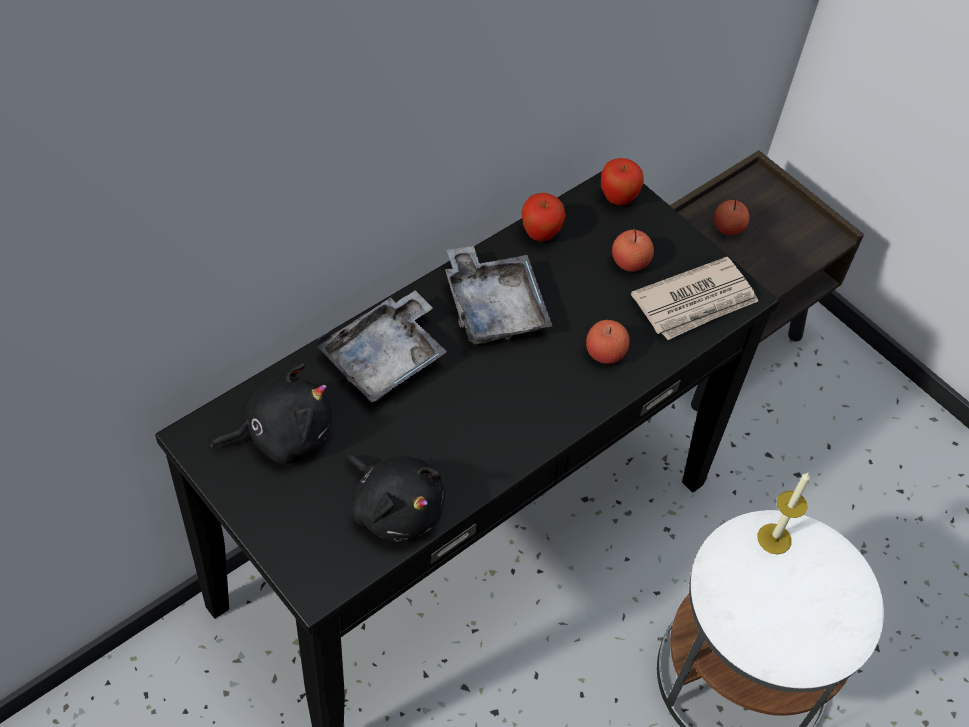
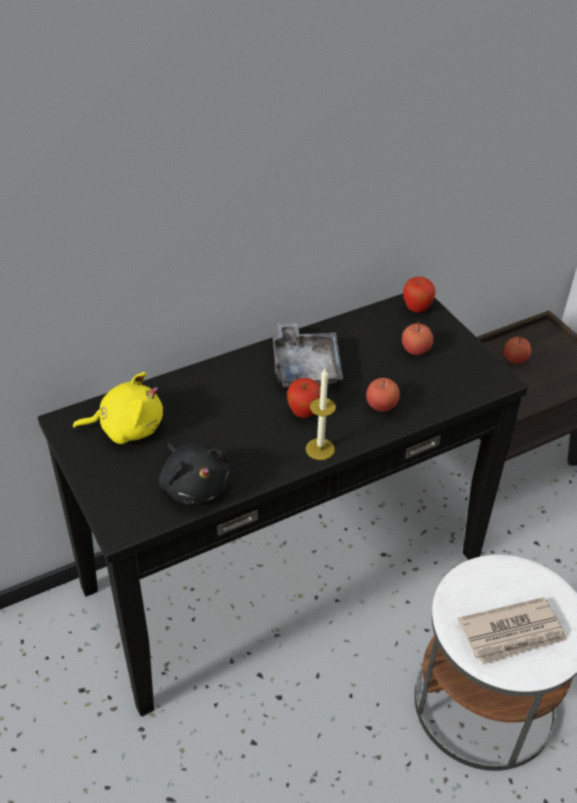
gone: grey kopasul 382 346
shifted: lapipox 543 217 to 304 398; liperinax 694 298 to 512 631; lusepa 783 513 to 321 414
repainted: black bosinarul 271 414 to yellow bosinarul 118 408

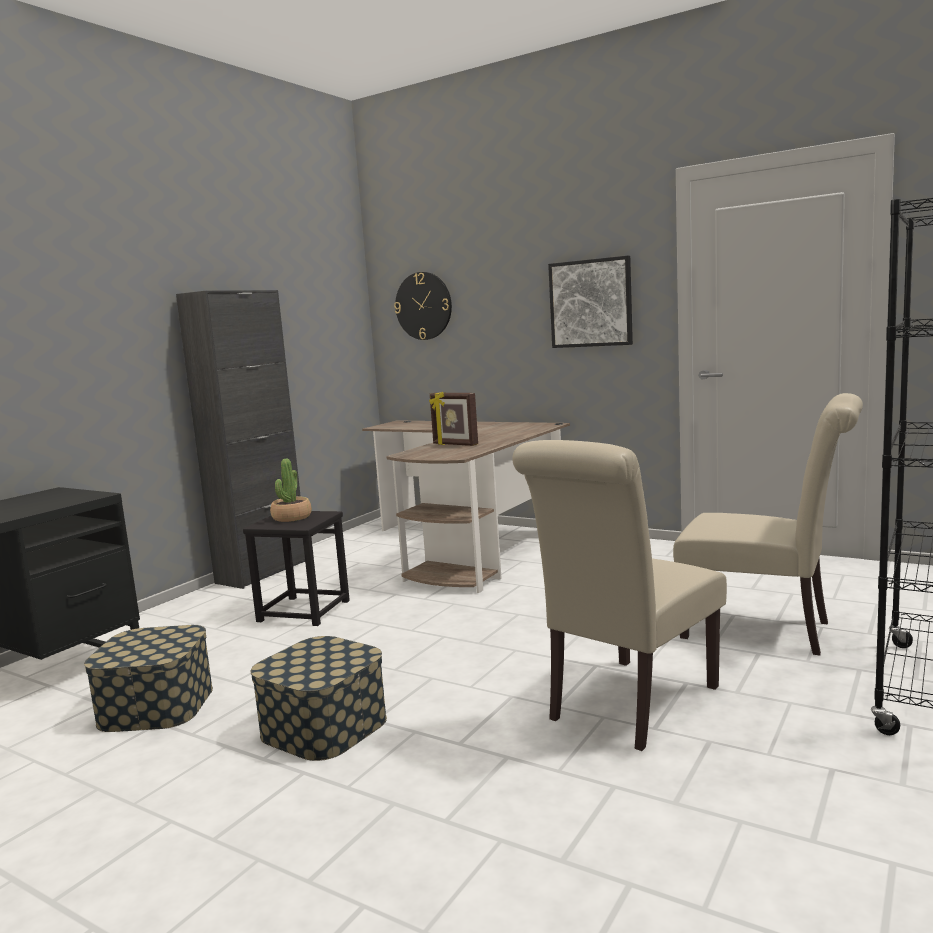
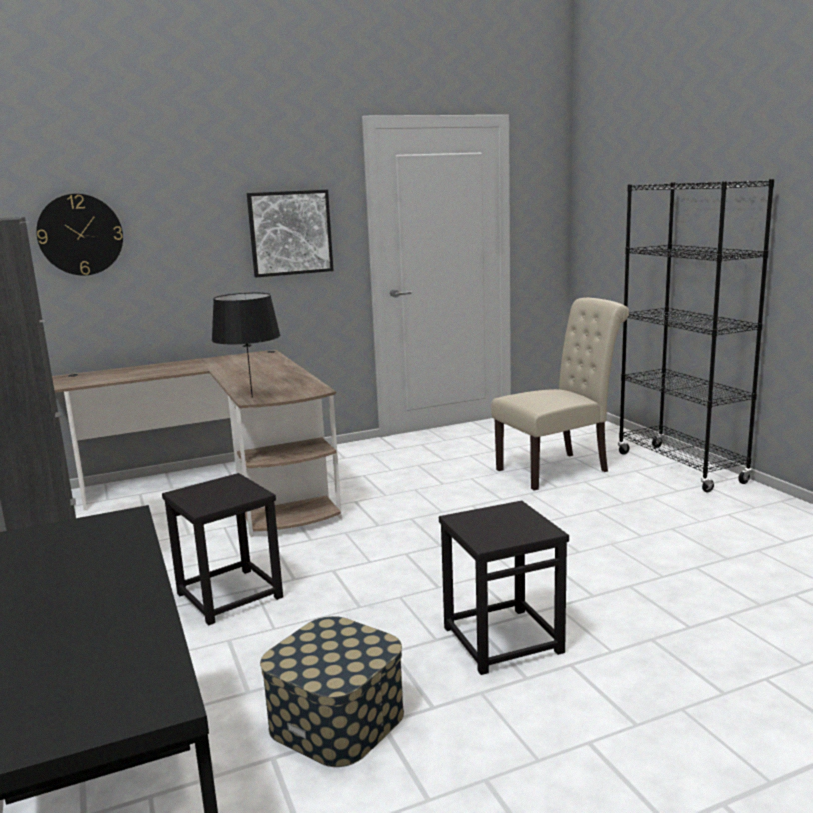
gone: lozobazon 291 490; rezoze 453 419; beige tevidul 619 595
new: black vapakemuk 246 345
swapped: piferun 318 698 to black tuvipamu 504 588

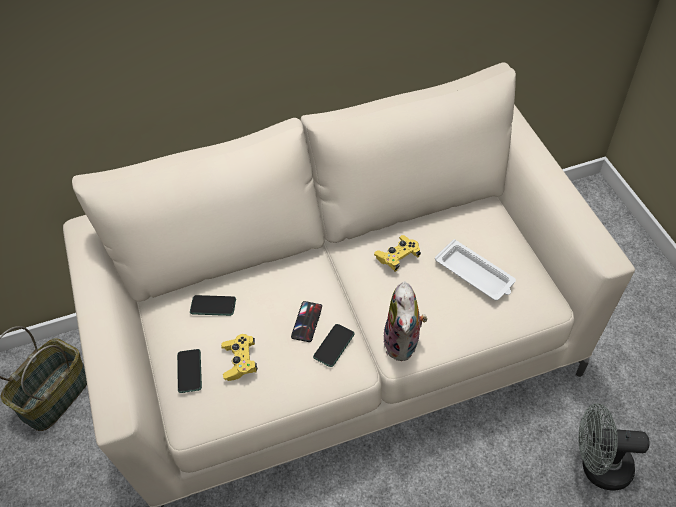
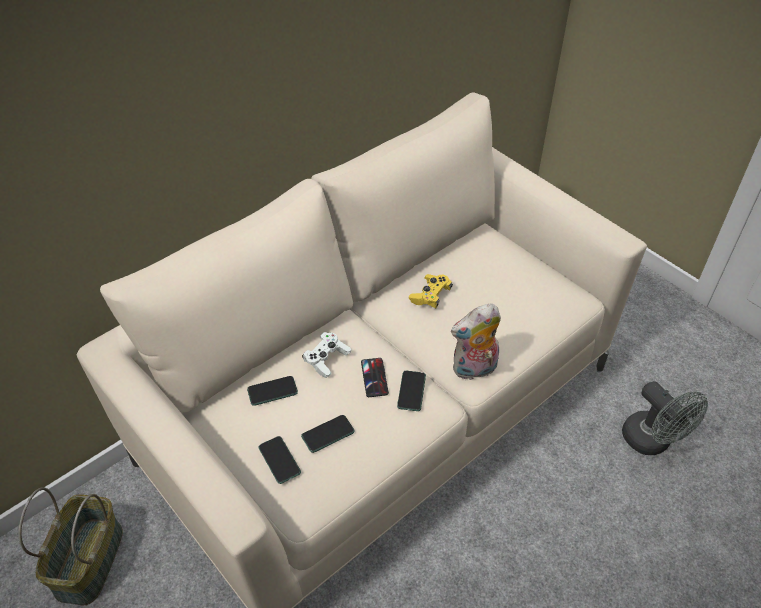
gone: white kopasul 475 270
new: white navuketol 326 355
swapped: yellow navuketol 239 357 to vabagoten 328 434
rotated: bosinarul 405 321 = 476 341 90 degrees clockwise; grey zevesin 614 447 = 665 418 105 degrees counterclockwise

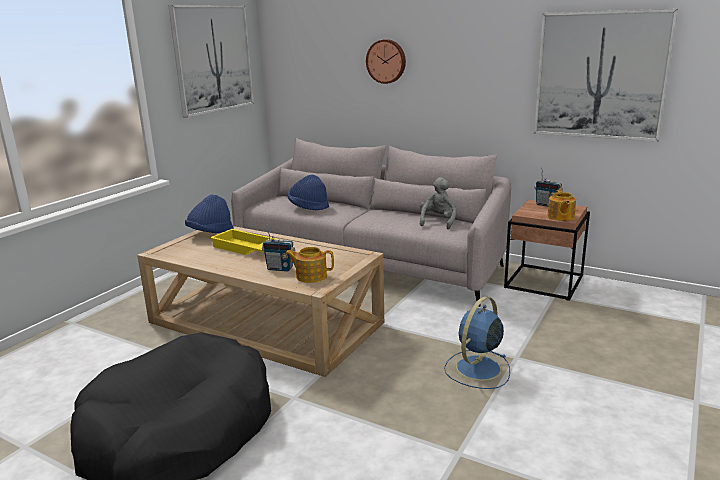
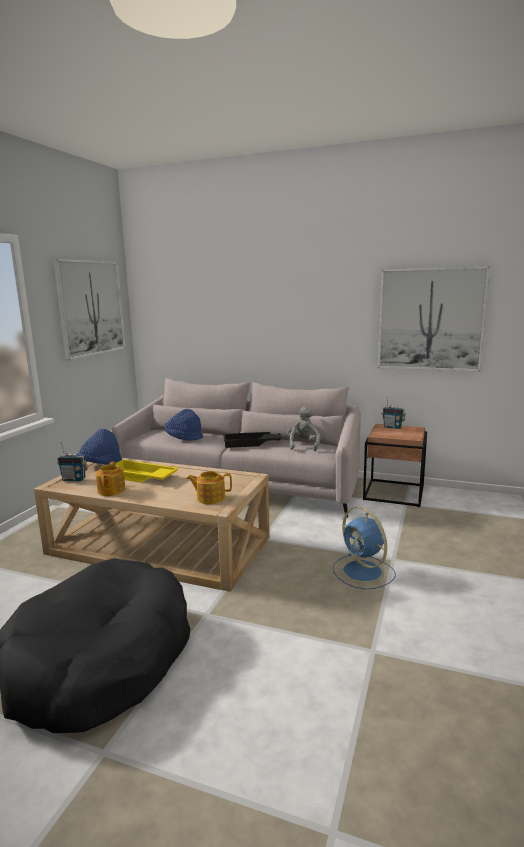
gone: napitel 386 61
new: black kopasul 252 440
shifted: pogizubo 278 248 to 72 461; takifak 562 205 to 110 479
rotated: blue zevesin 477 342 = 364 548 60 degrees counterclockwise

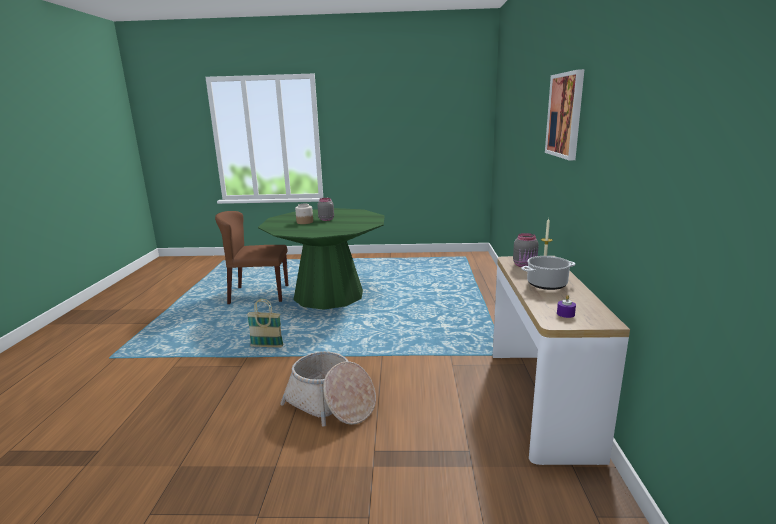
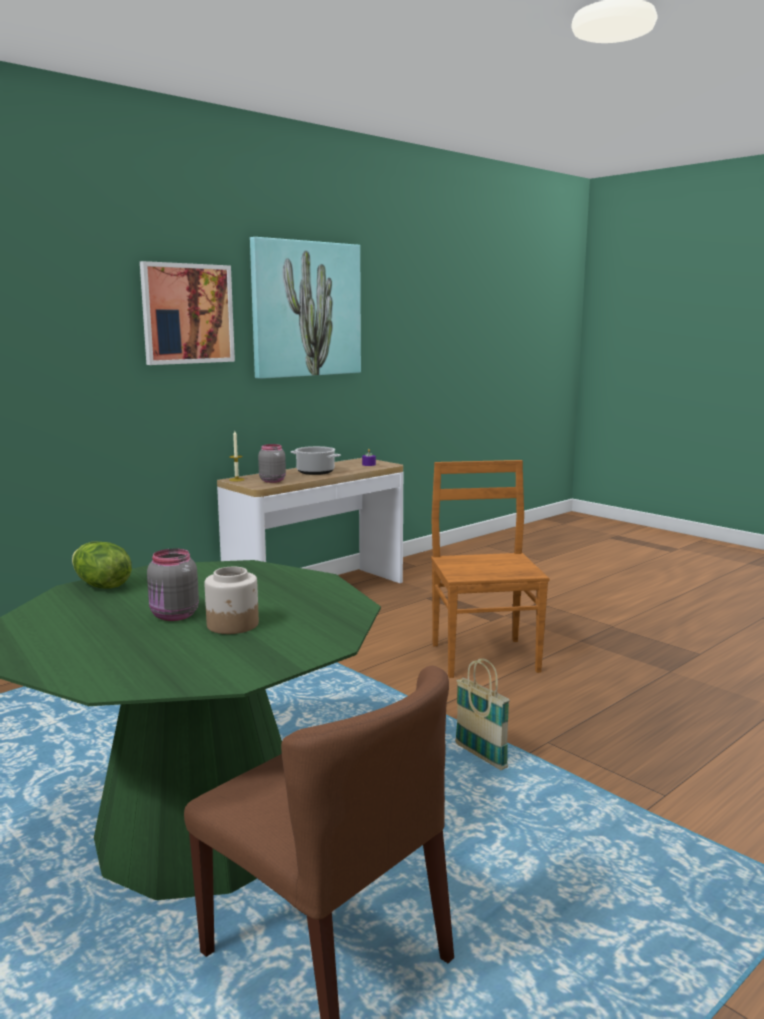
new: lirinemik 102 564; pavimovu 305 308
swapped: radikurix 328 388 to brown tevidul 490 569

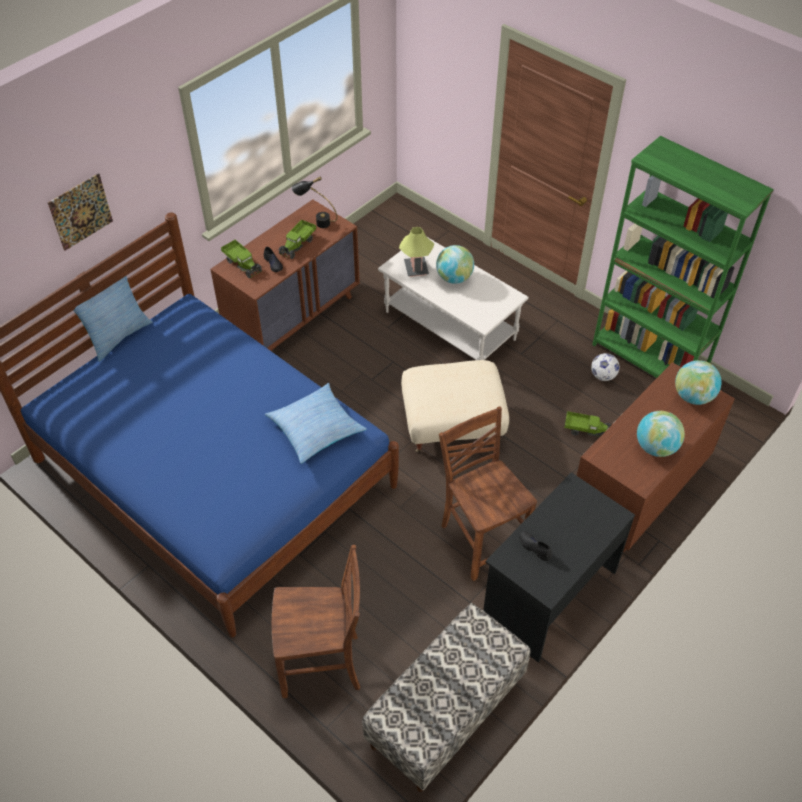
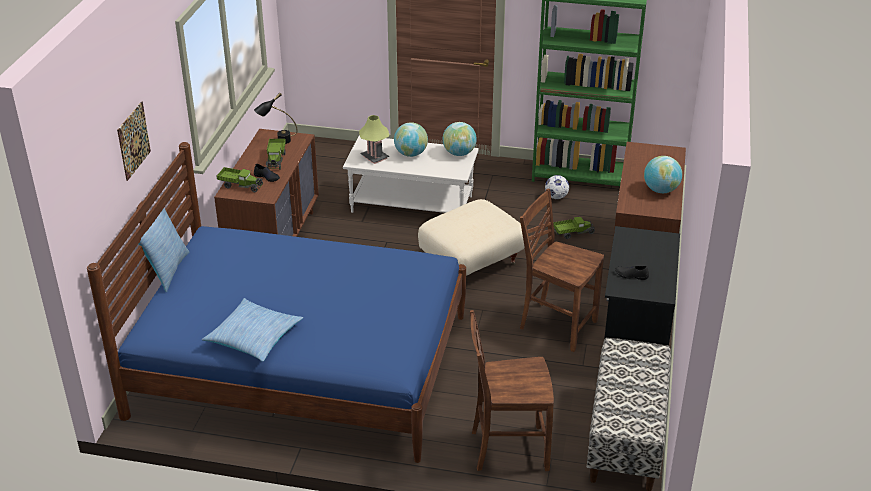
shifted: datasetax 316 423 to 252 330; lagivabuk 698 382 to 460 139
rotated: brown tevidul 316 621 = 512 390 150 degrees counterclockwise

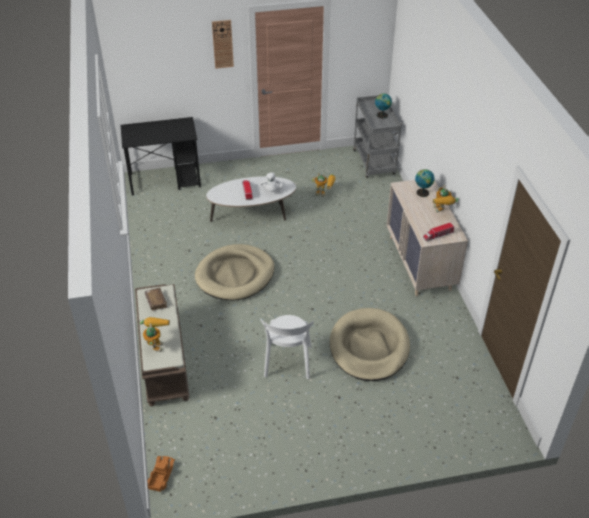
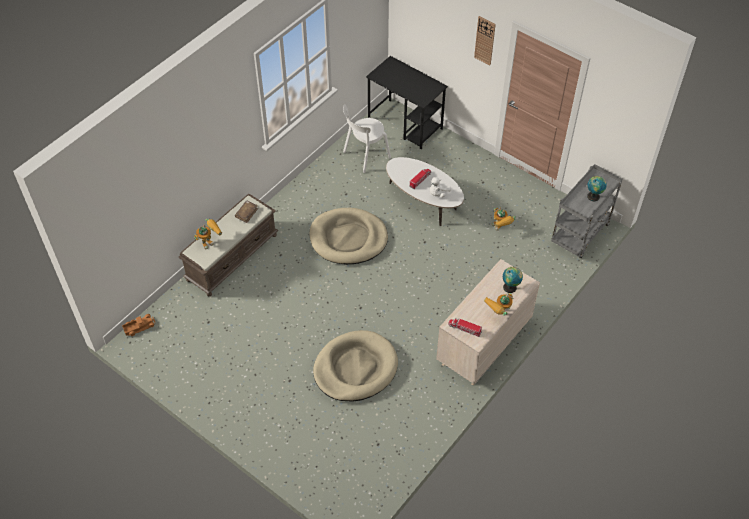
shifted: white tevidul 287 347 to 367 138

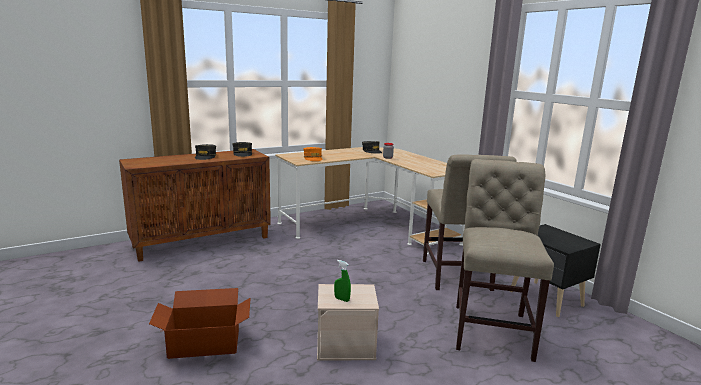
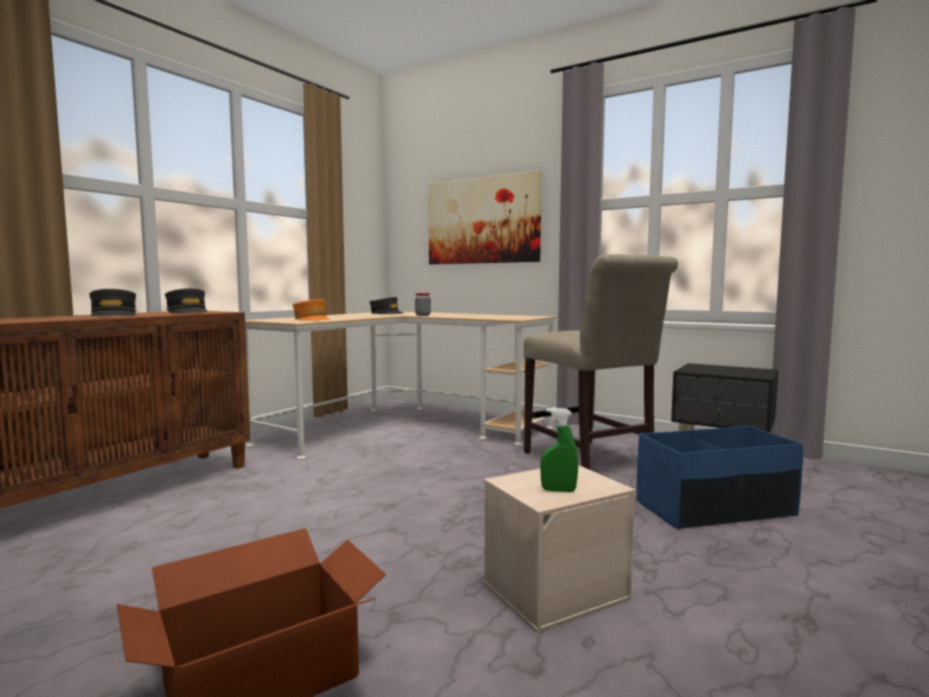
new: pavimovu 485 217
swapped: beige tevidul 505 260 to blue piferun 720 477

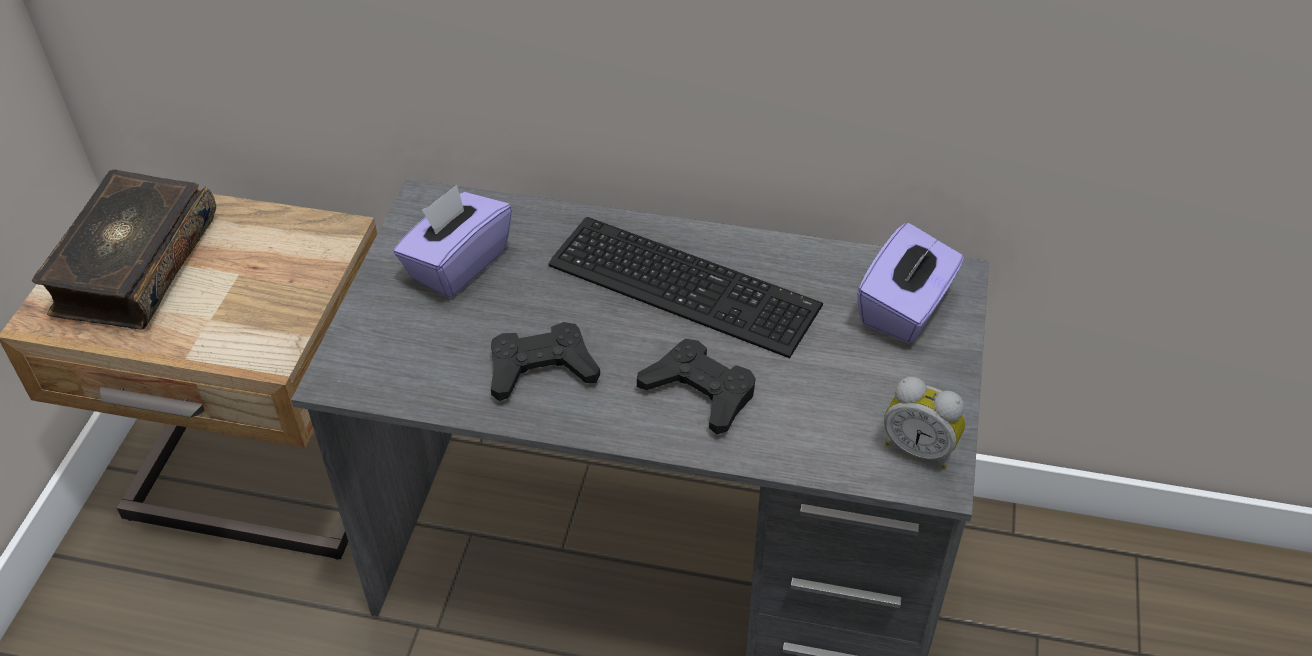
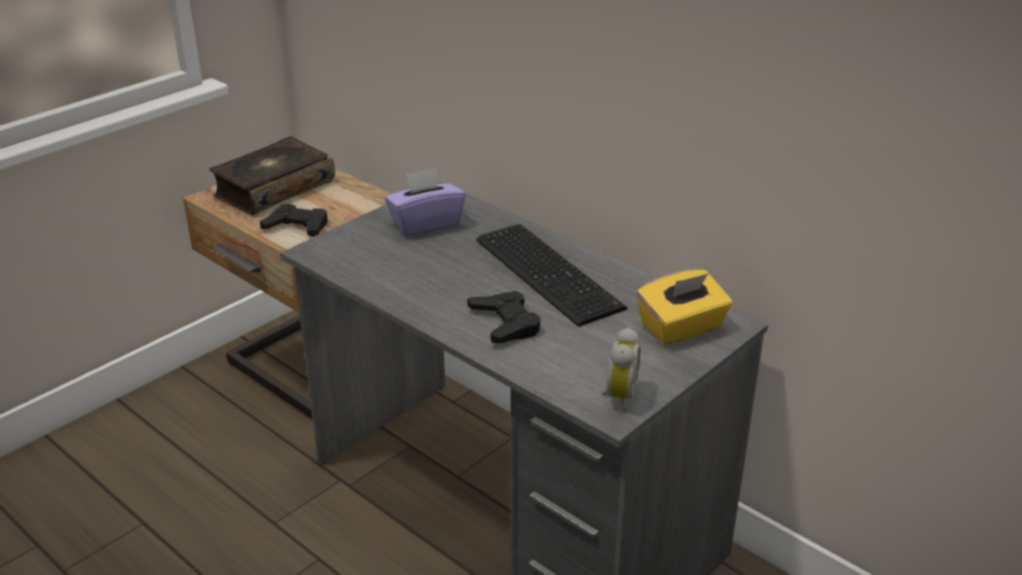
shifted: black navuketol 545 361 to 294 220
repainted: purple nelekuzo 910 283 to yellow nelekuzo 684 307
rotated: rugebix 925 423 = 621 369 135 degrees counterclockwise

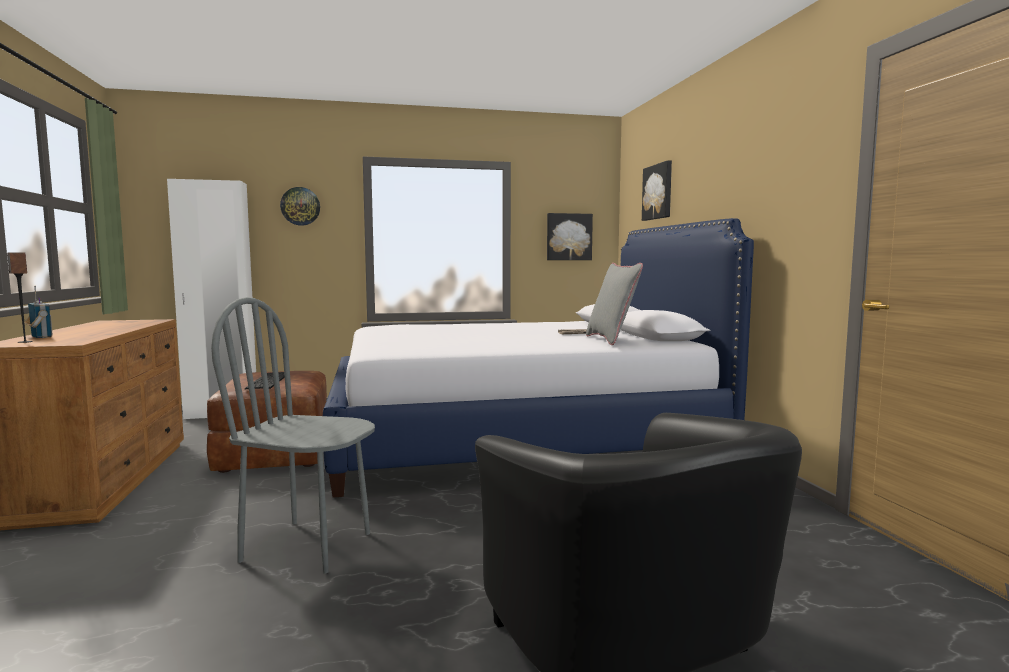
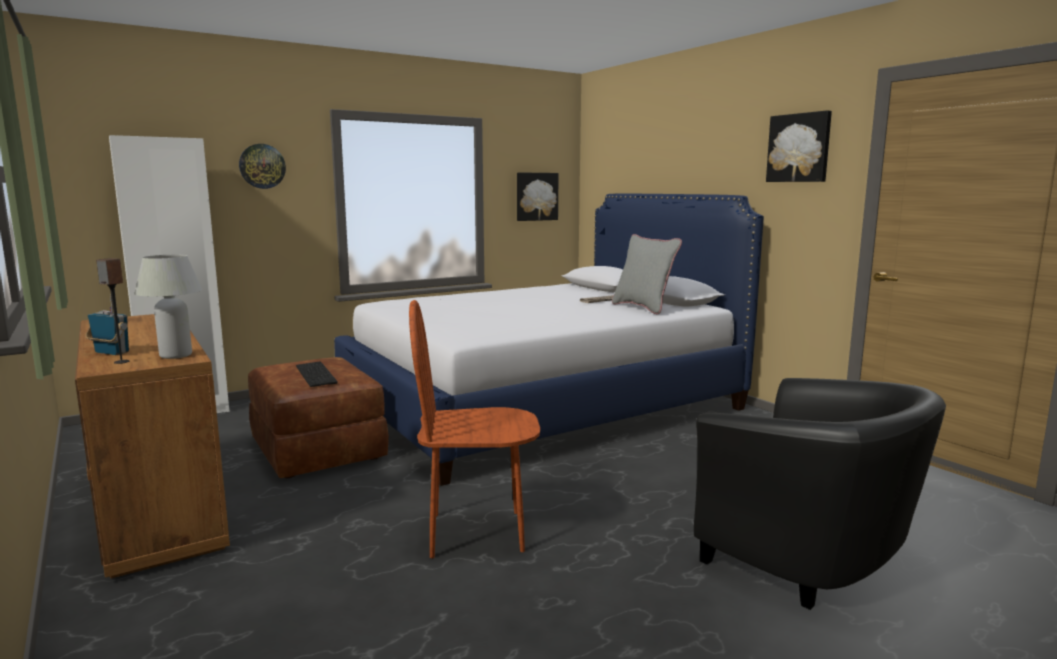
new: white vapakemuk 168 307
shifted: pavimovu 657 190 to 799 146
repainted: grey tevidul 293 435 to brown tevidul 474 429

